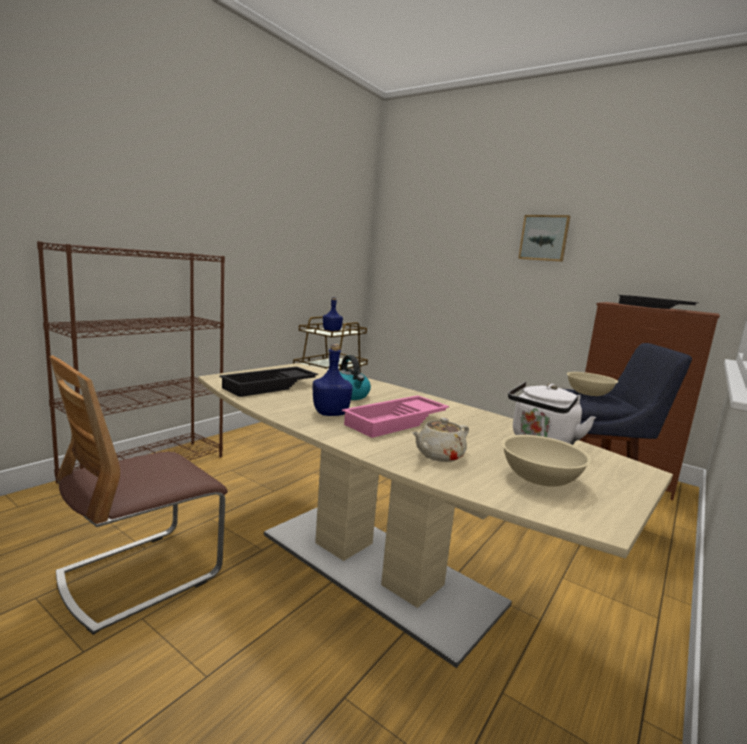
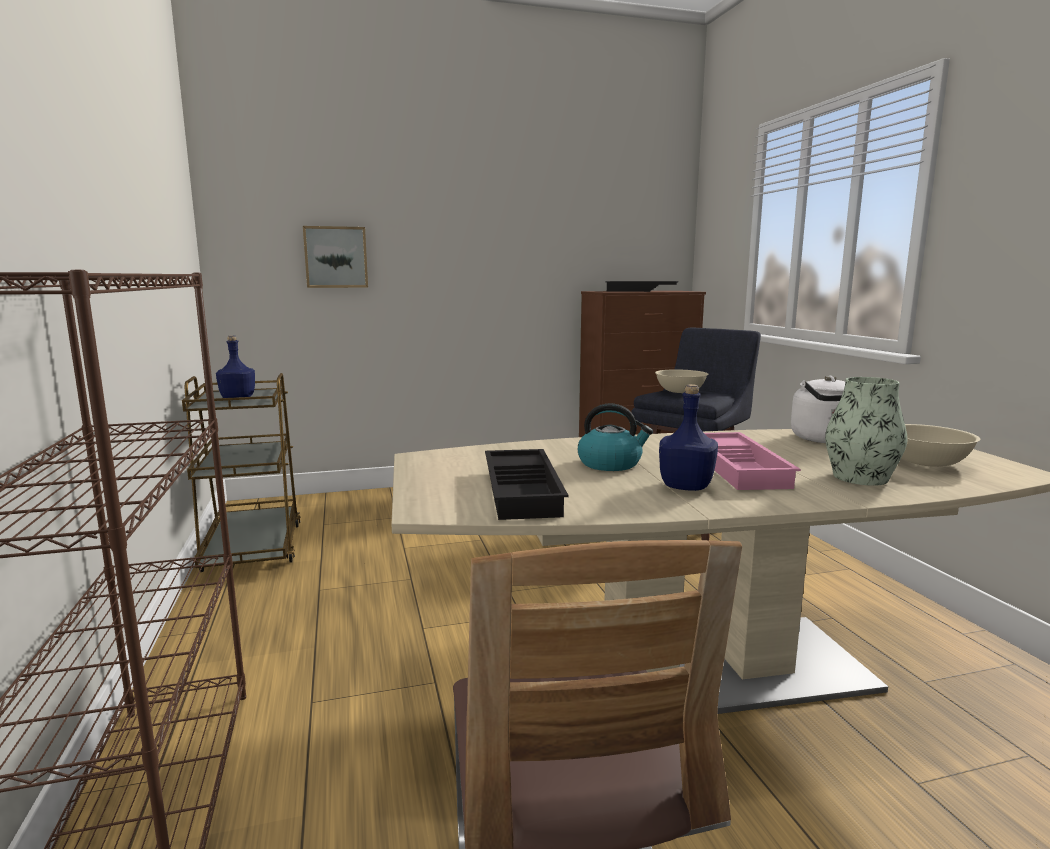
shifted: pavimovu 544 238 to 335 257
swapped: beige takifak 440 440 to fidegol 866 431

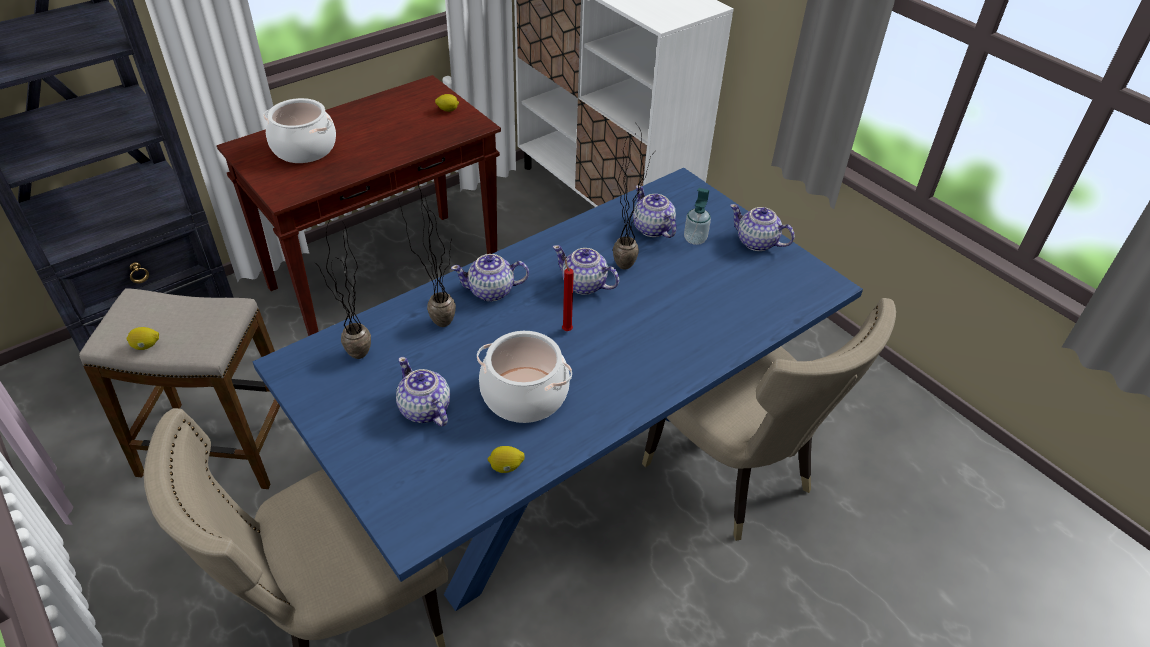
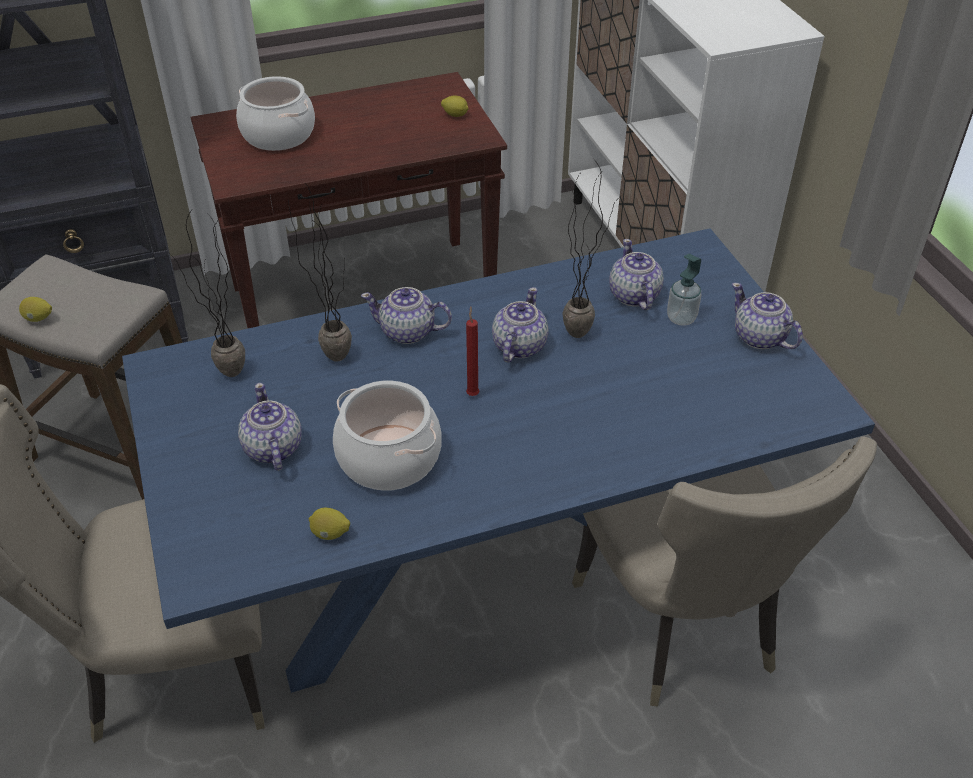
rotated: takifak 586 270 = 520 324 60 degrees clockwise

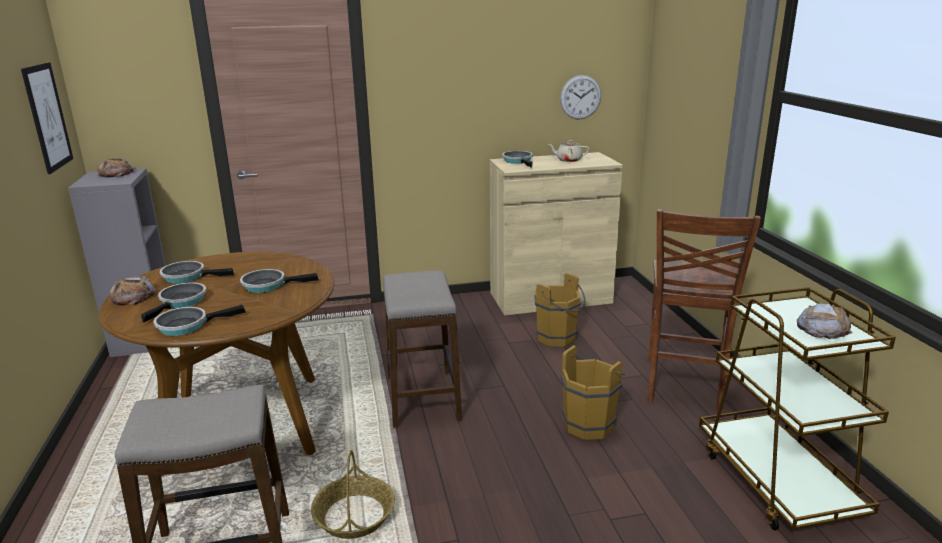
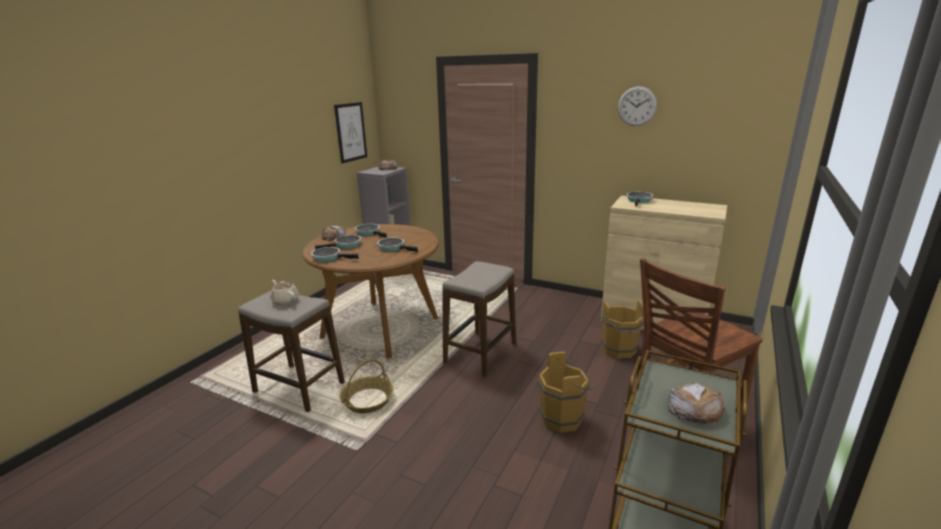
shifted: beige takifak 569 151 to 284 292; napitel 580 97 to 637 106

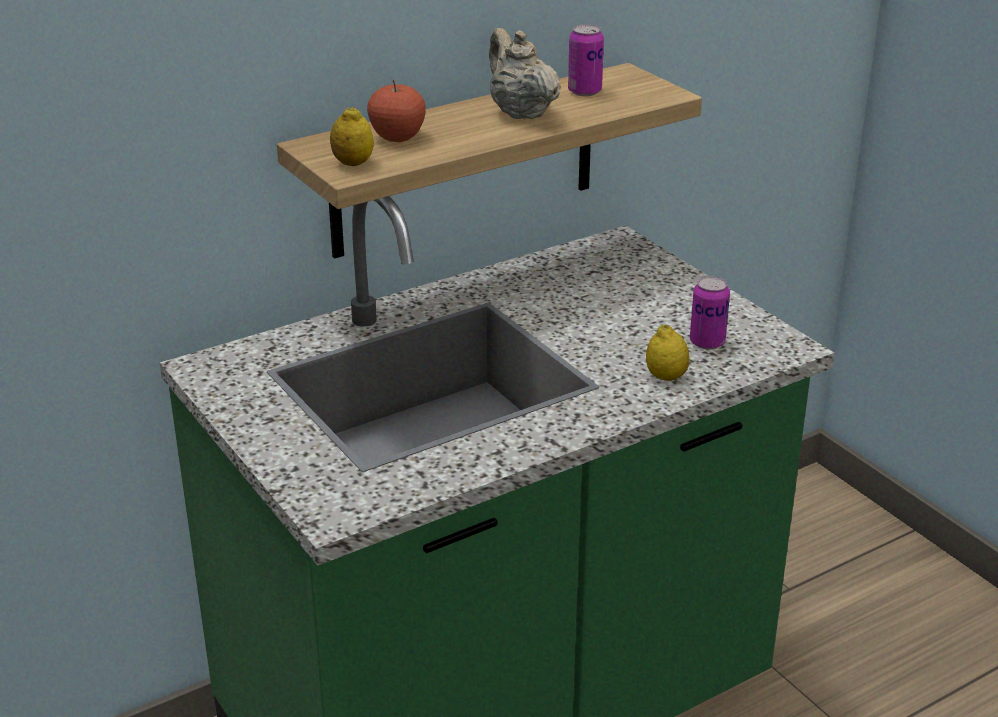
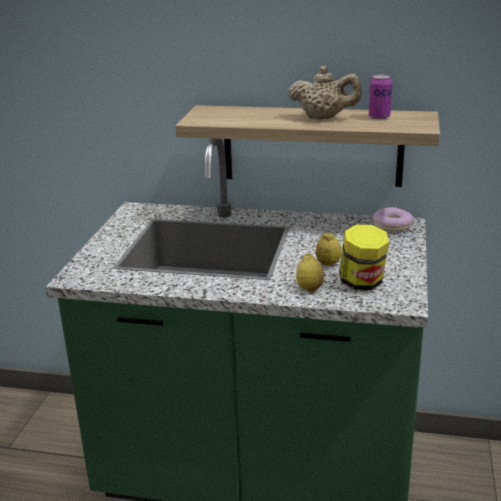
gone: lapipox 396 111
new: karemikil 393 219
shifted: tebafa 352 136 to 328 249
swapped: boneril 710 312 to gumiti 364 257
rotated: beige takifak 525 73 = 325 92 90 degrees clockwise

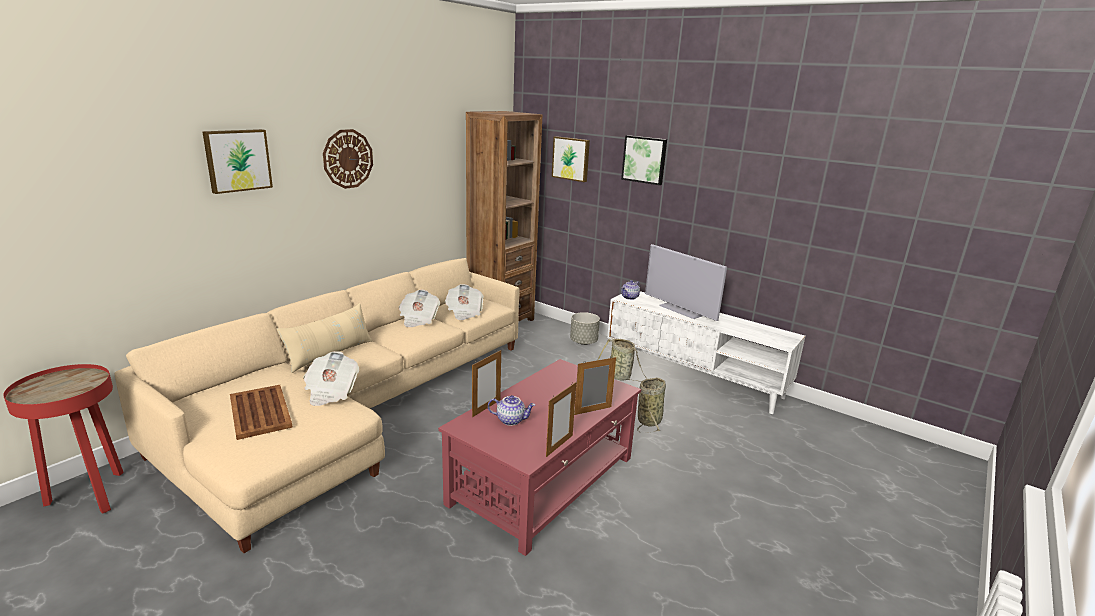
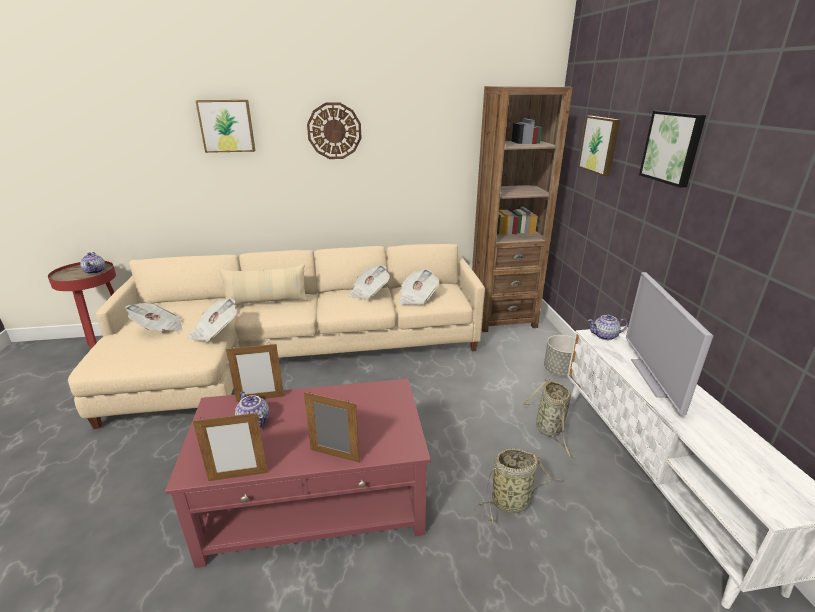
new: takifak 92 263
swapped: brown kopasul 261 412 to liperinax 153 317

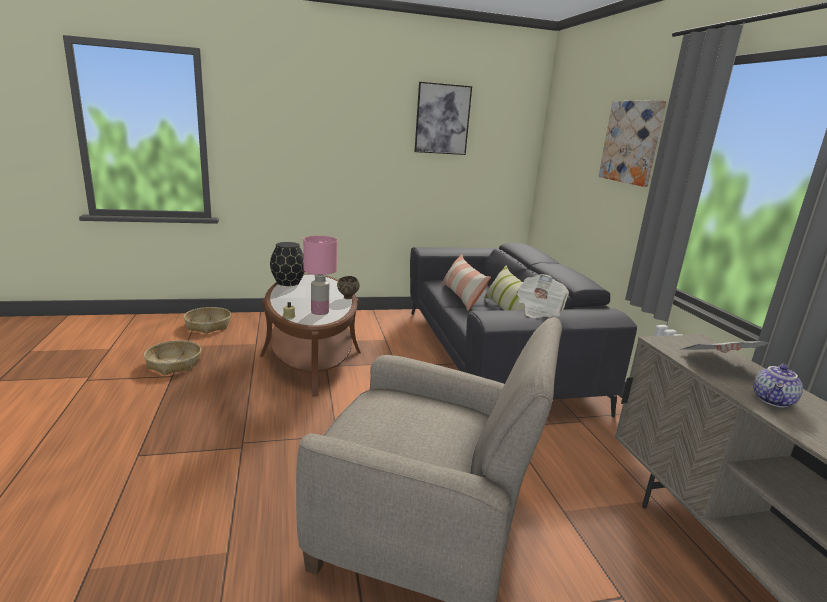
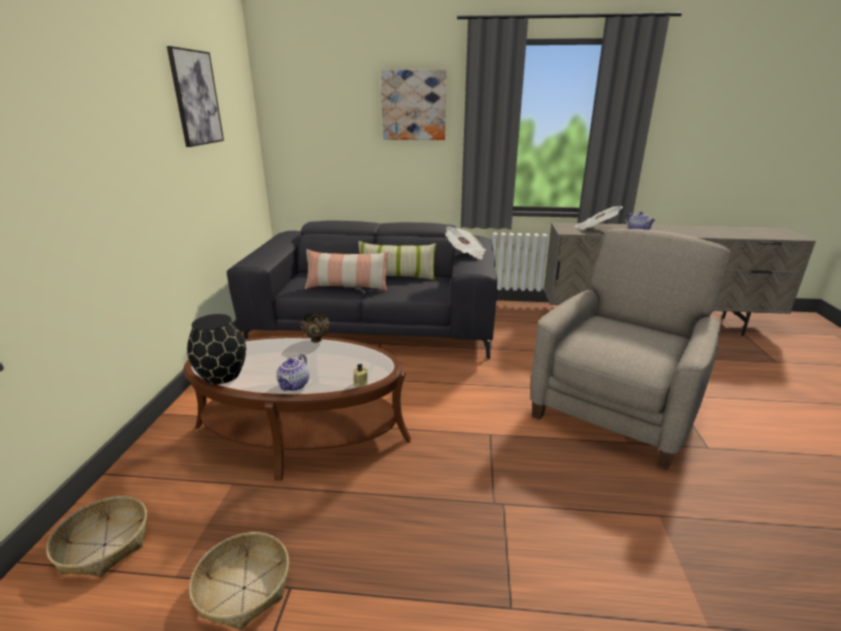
gone: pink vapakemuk 320 275
new: takifak 292 372

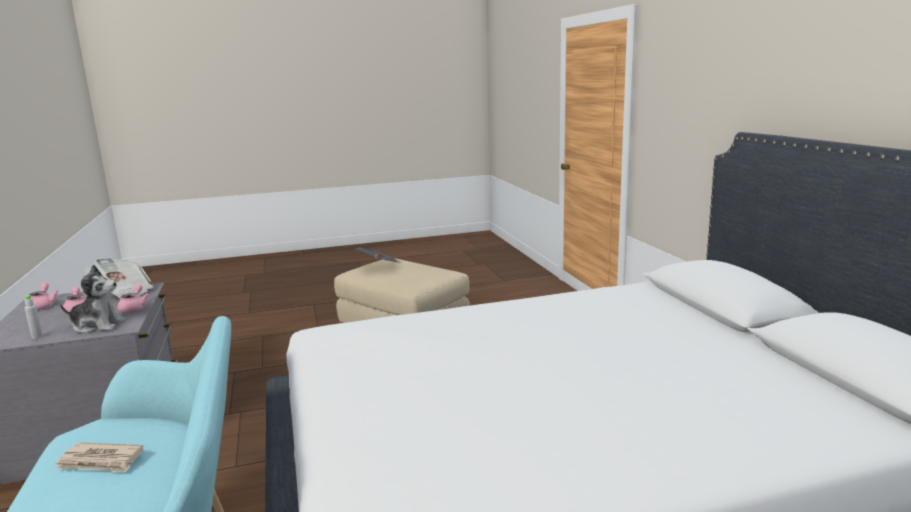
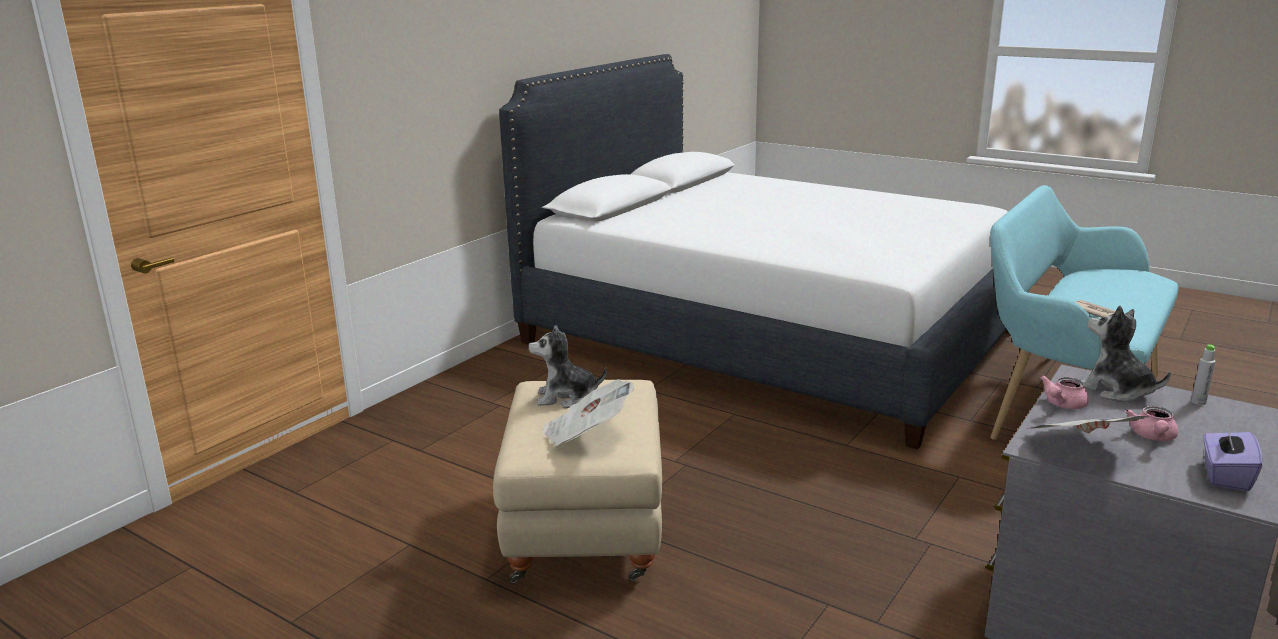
new: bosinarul 567 366
swapped: pink takifak 44 296 to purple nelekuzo 1232 458

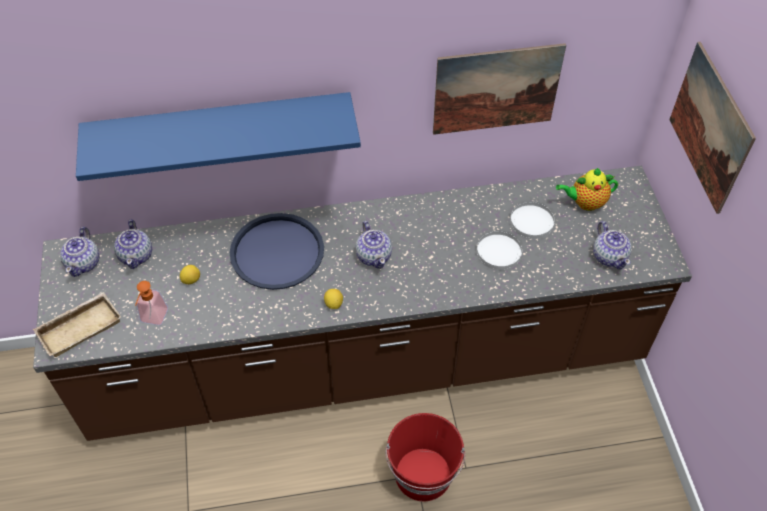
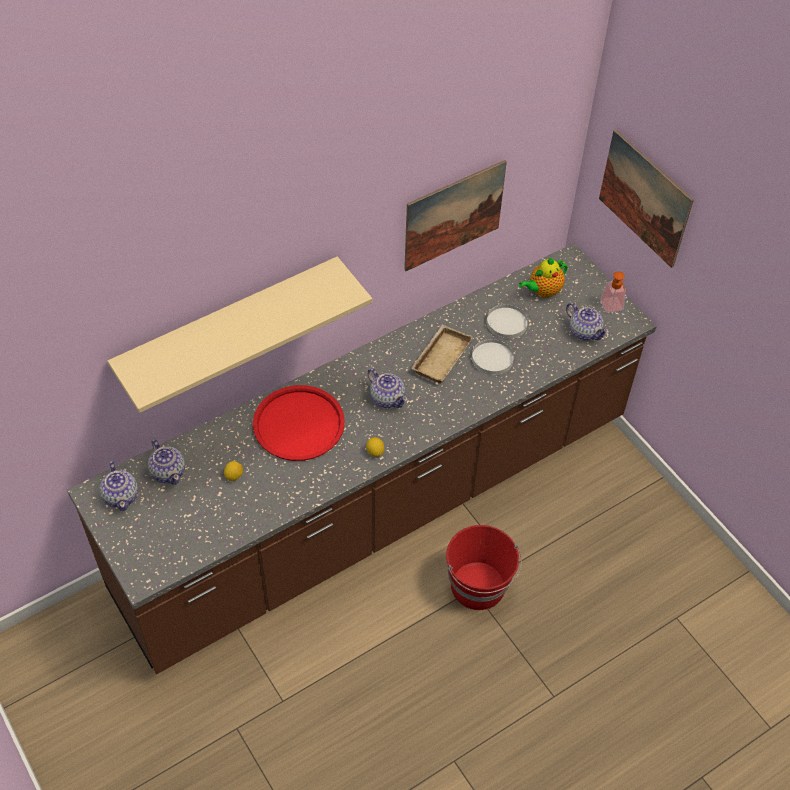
shifted: beige kopasul 77 324 to 442 354; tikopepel 151 303 to 613 292
repainted: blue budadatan 218 136 to beige budadatan 240 335; blue kopasul 277 251 to red kopasul 299 423

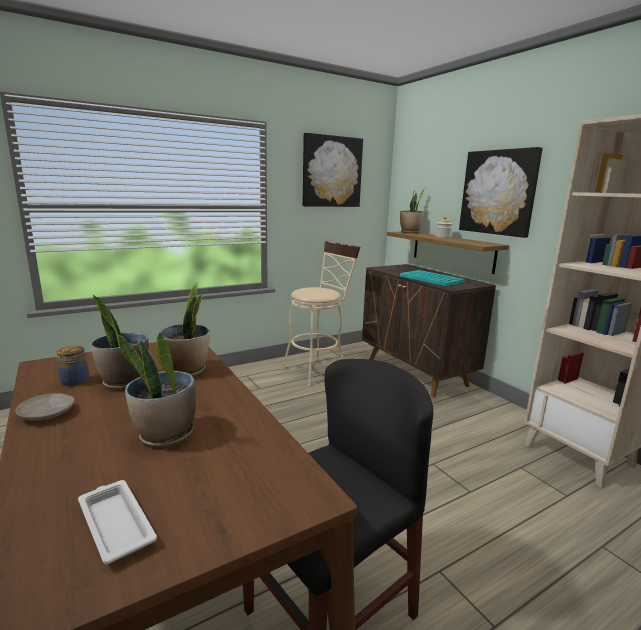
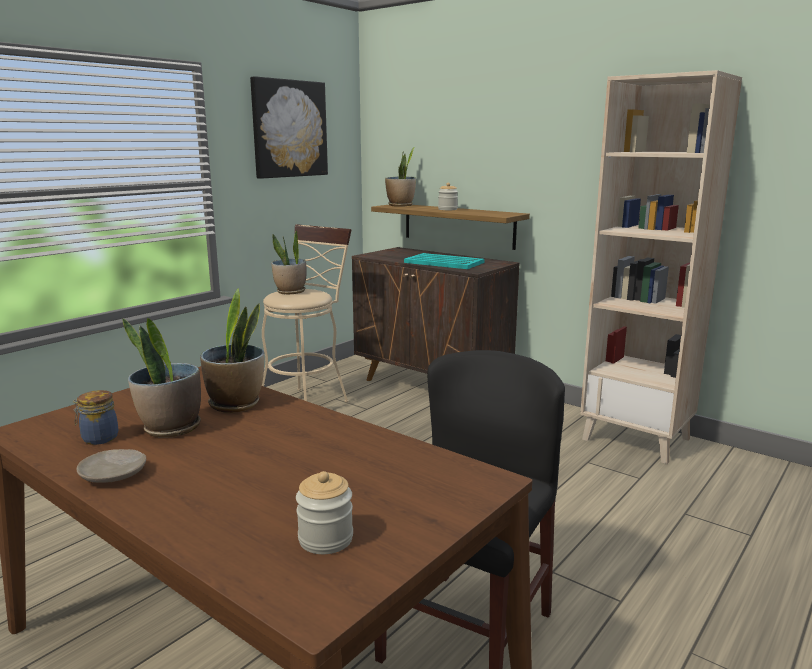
gone: pavimovu 501 192
shifted: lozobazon 157 389 to 288 261
swapped: white kopasul 117 522 to gumiti 324 512

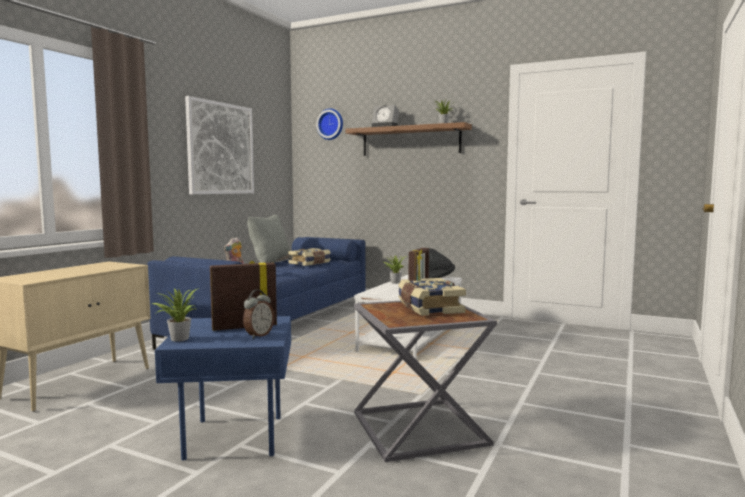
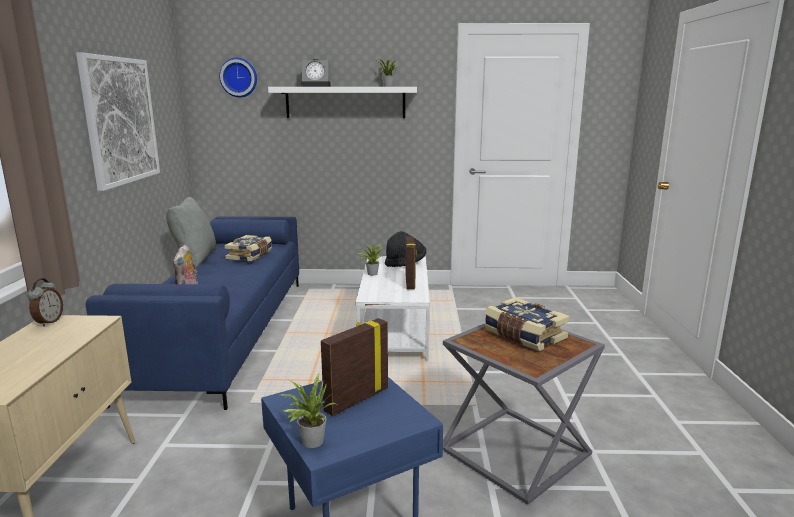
shifted: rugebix 258 314 to 45 302
repainted: brown budadatan 409 139 to white budadatan 342 102

